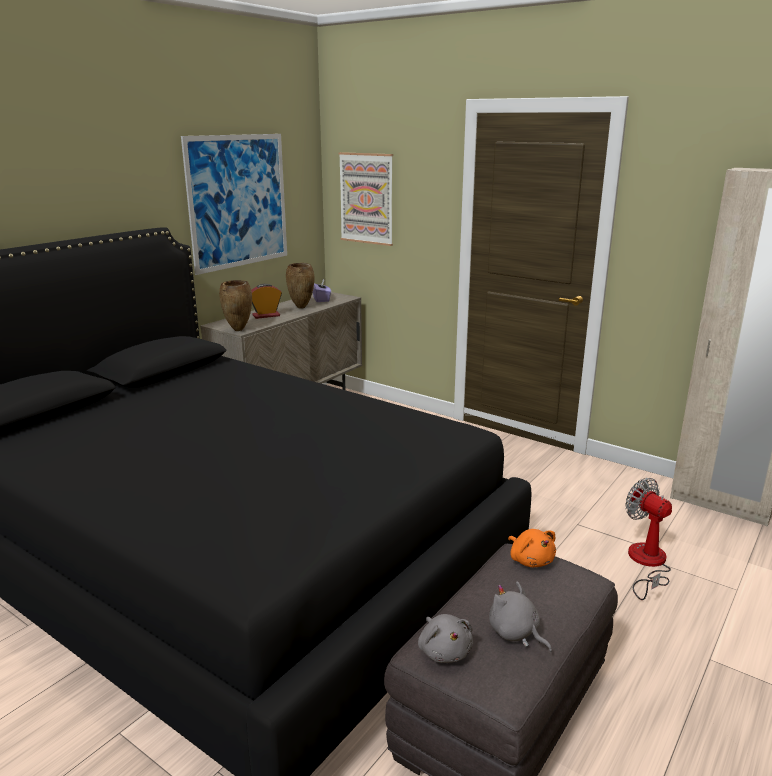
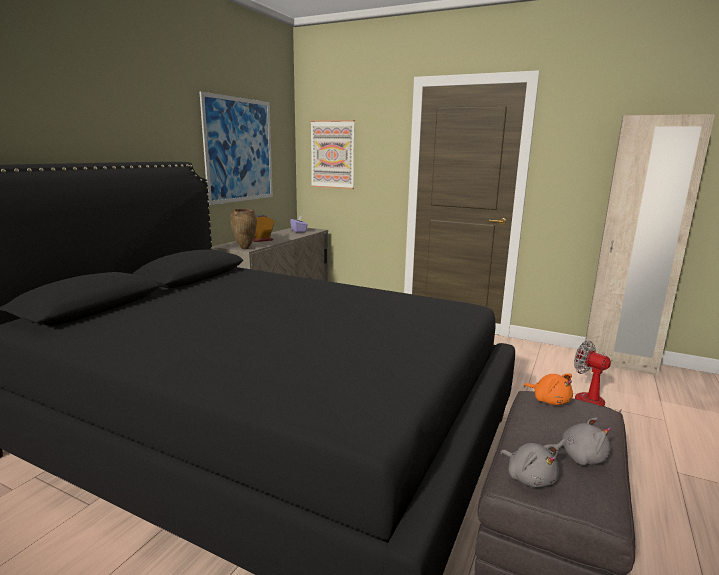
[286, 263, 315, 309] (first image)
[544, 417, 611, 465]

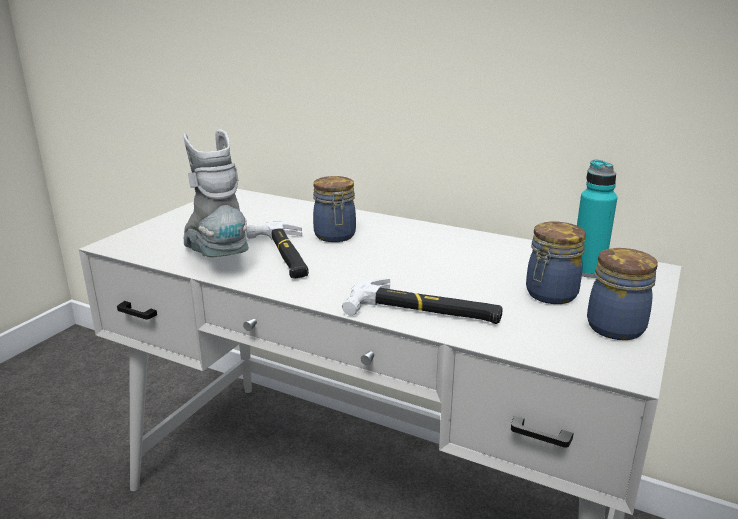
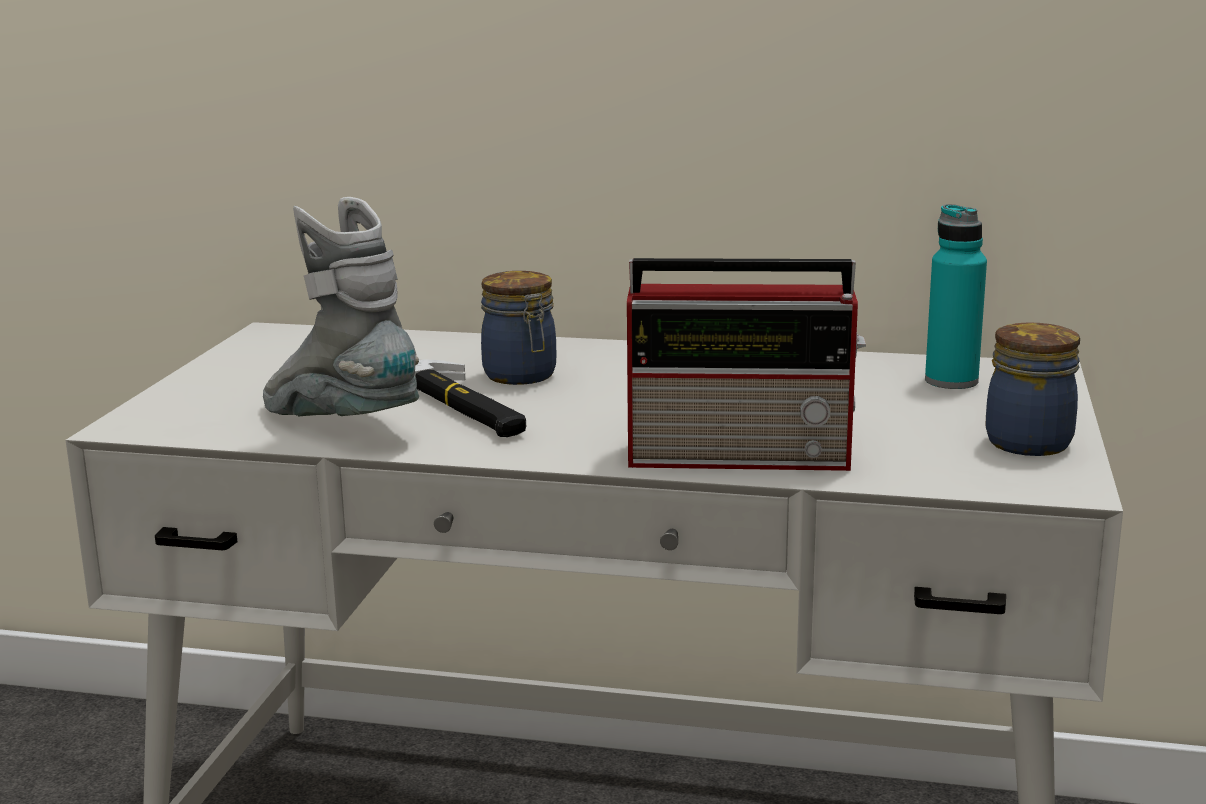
[526, 222, 586, 304] (first image)
[627, 258, 866, 471]

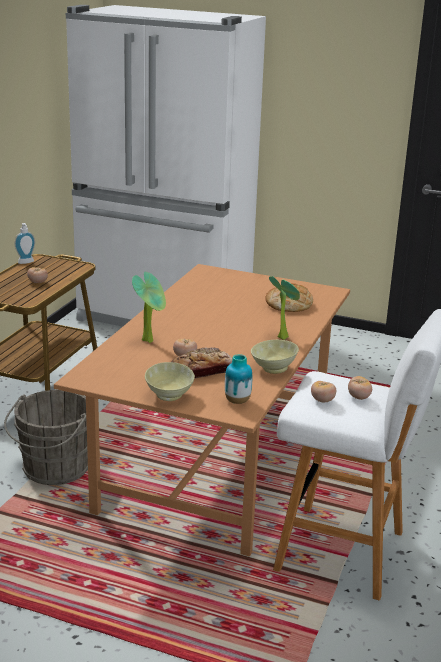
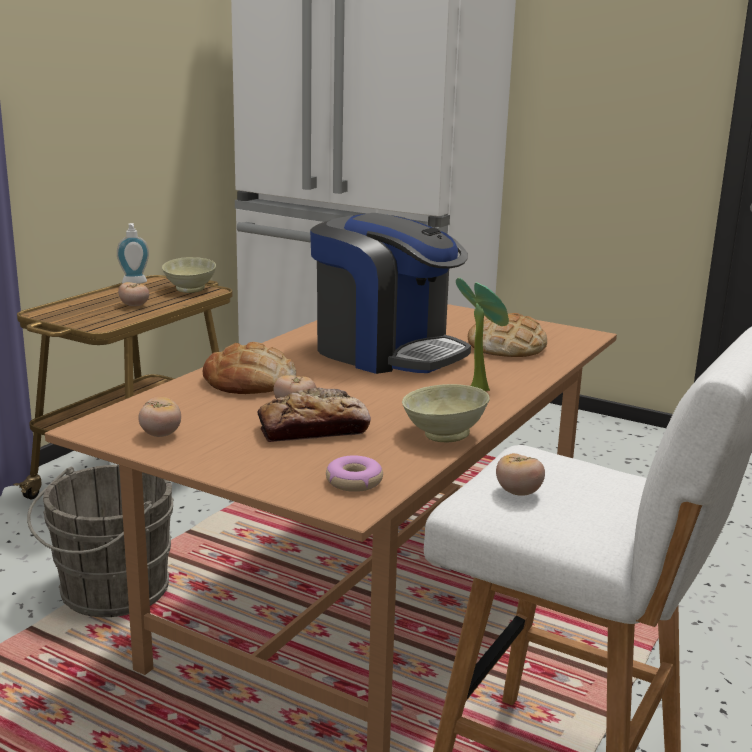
[203, 342, 296, 394]
[326, 455, 383, 492]
[162, 257, 216, 293]
[138, 397, 181, 437]
[310, 213, 471, 374]

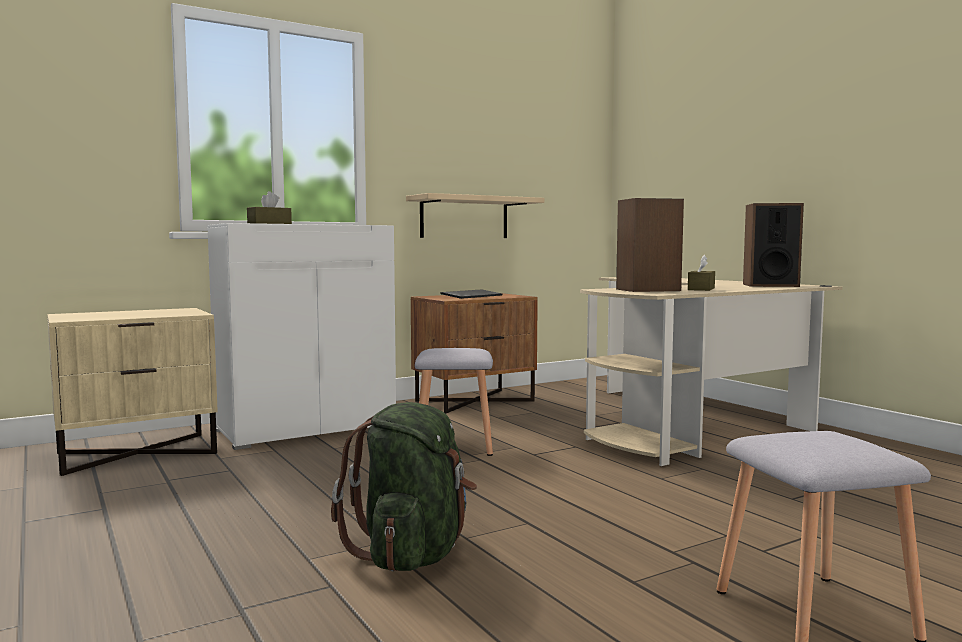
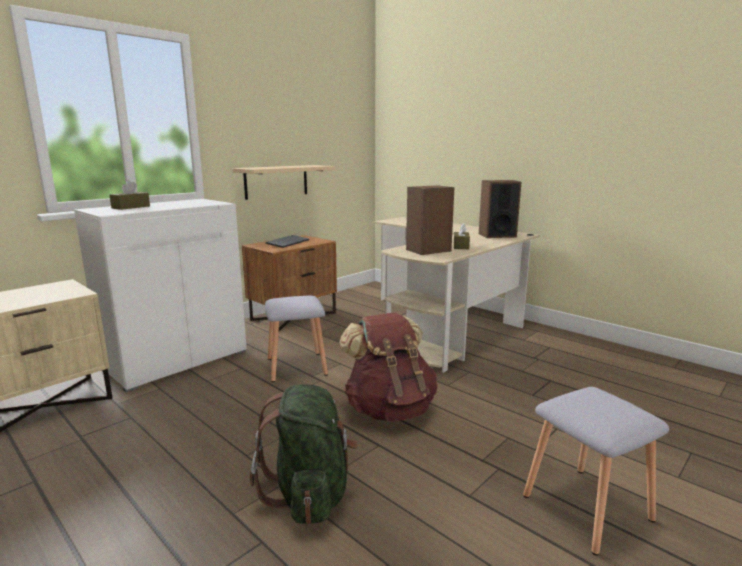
[339, 312, 438, 422]

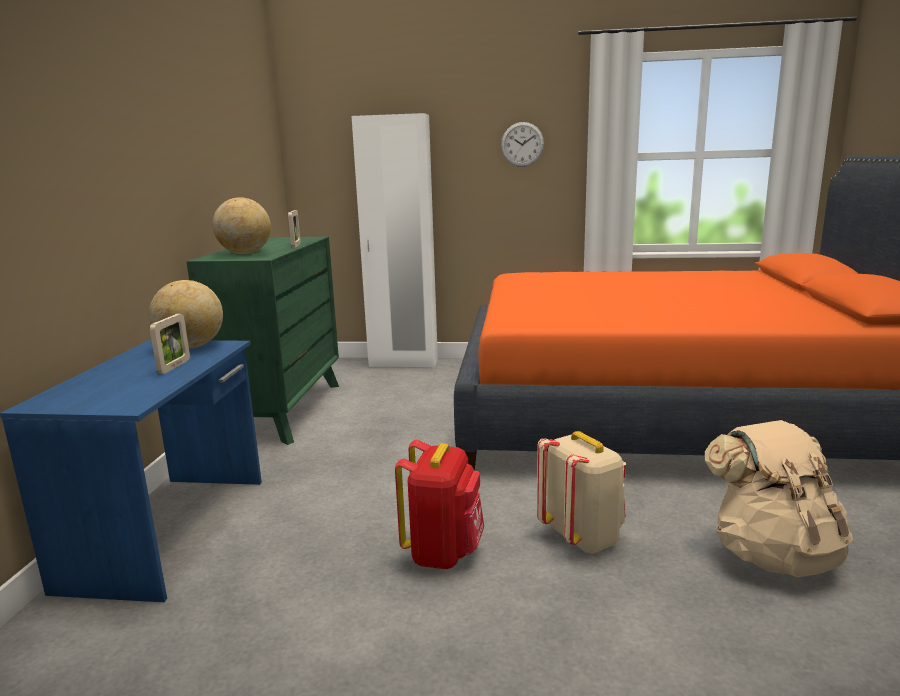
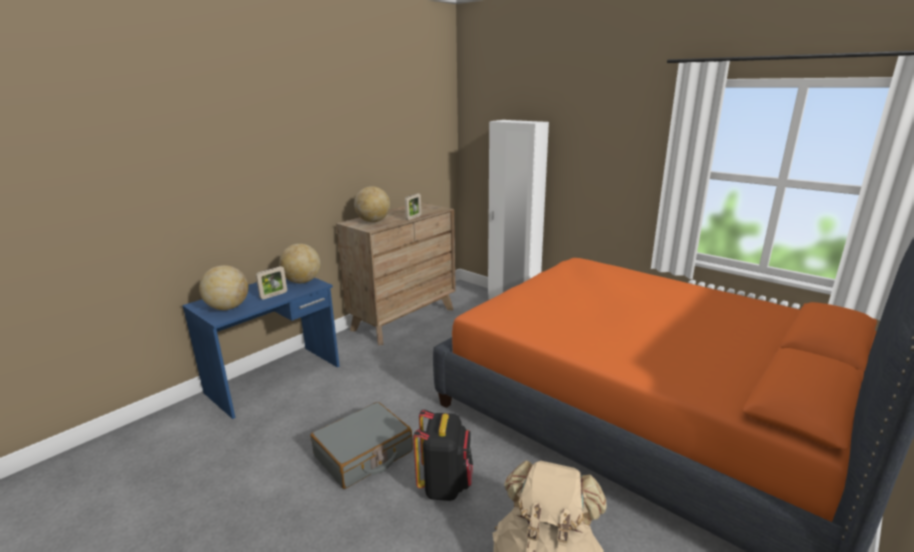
[501, 122, 544, 167] (first image)
[336, 202, 456, 345]
[413, 410, 473, 501]
[310, 402, 413, 489]
[199, 265, 248, 310]

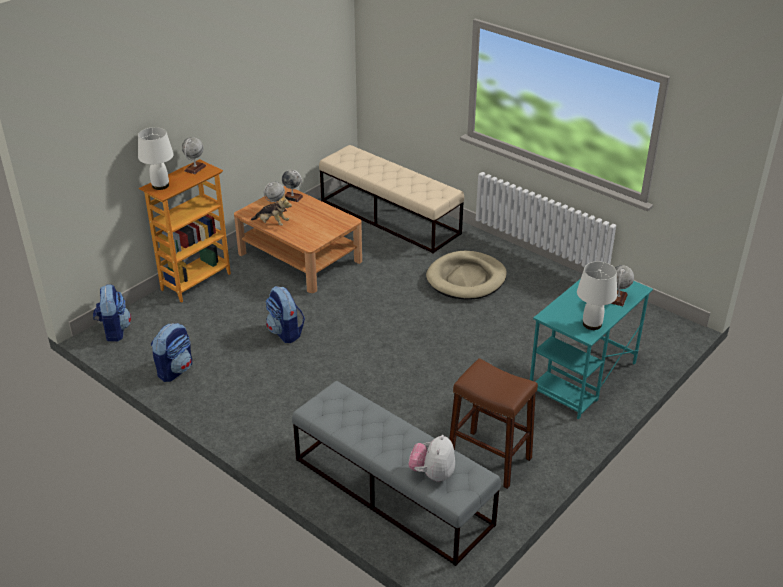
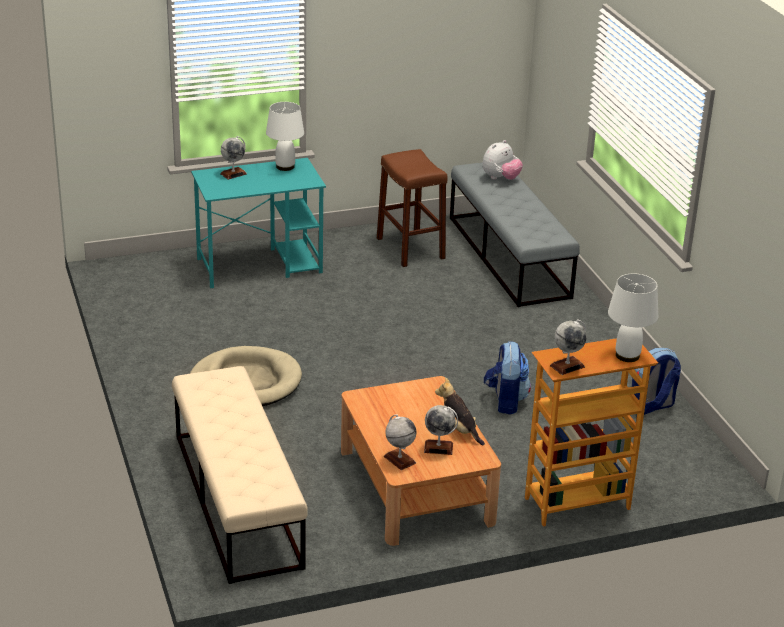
[93, 284, 131, 342] (first image)

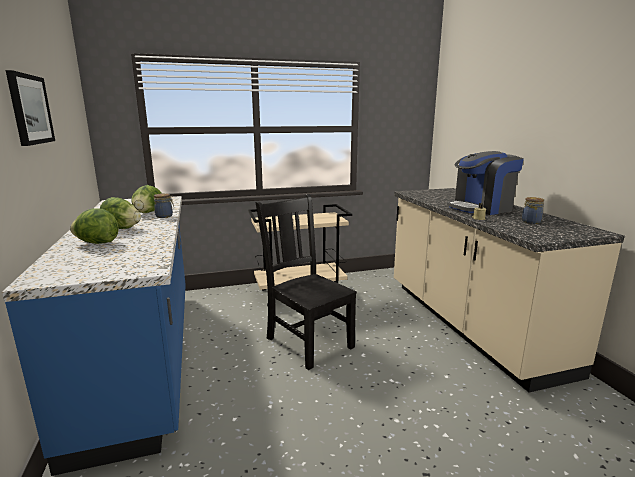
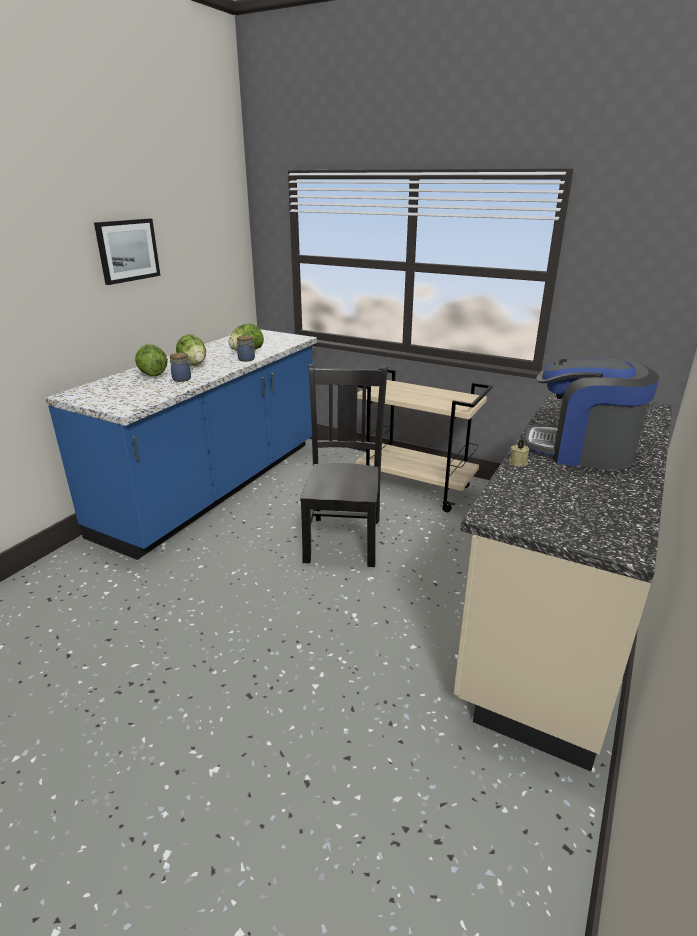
[170, 353, 193, 382]

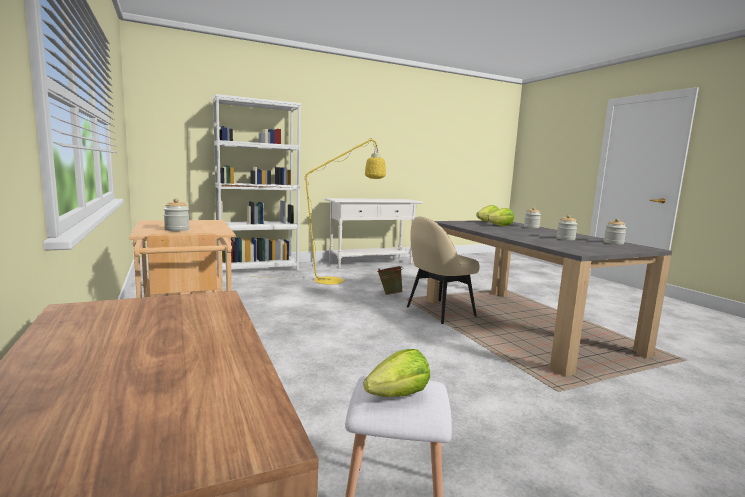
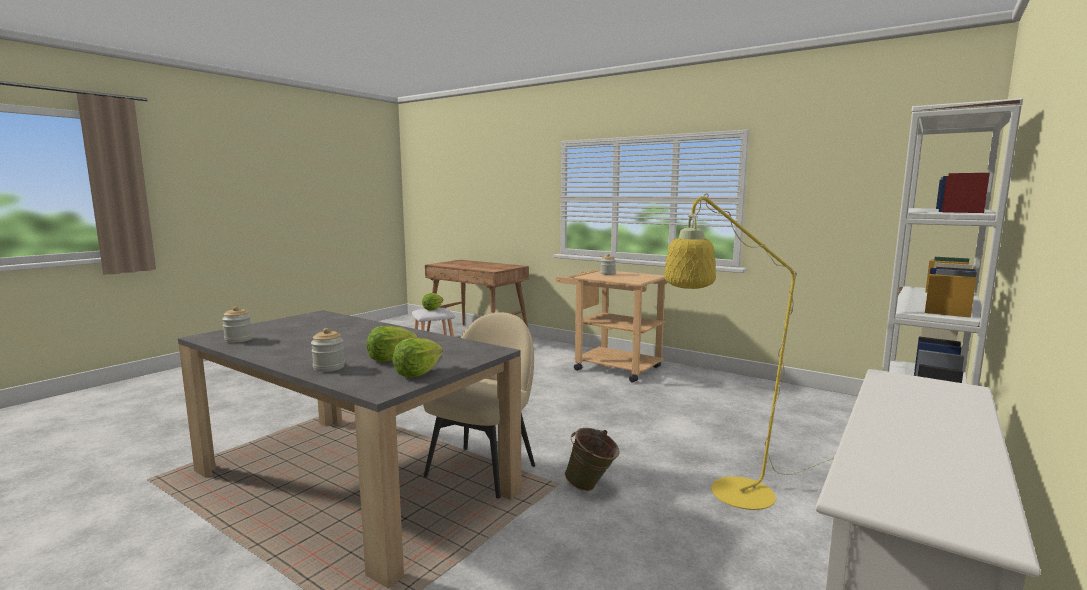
[556, 215, 577, 240] (first image)

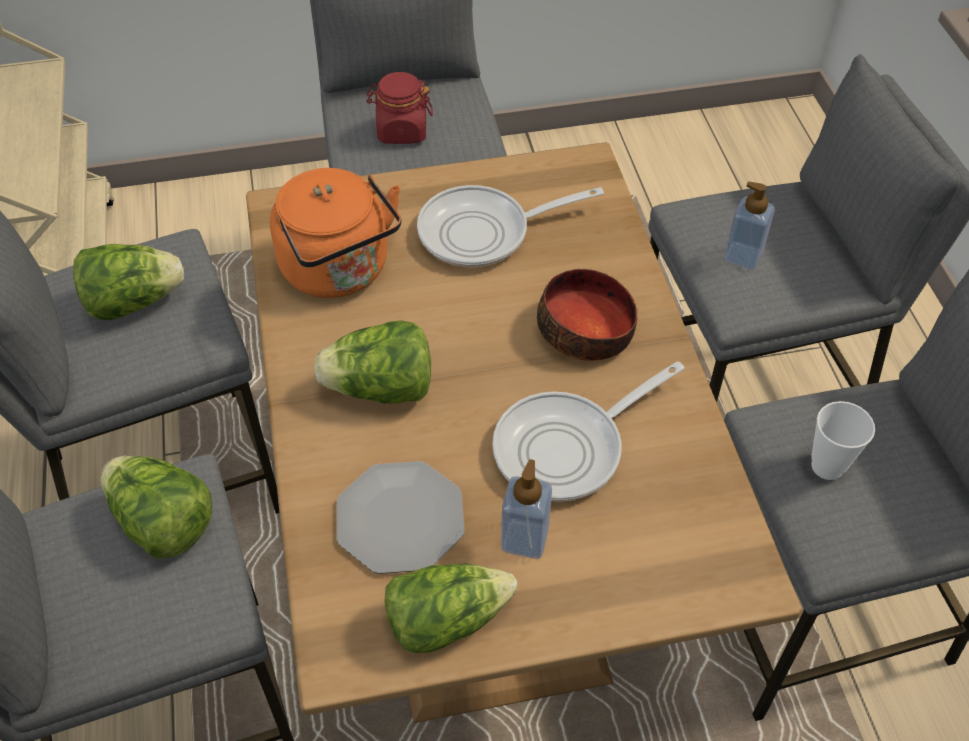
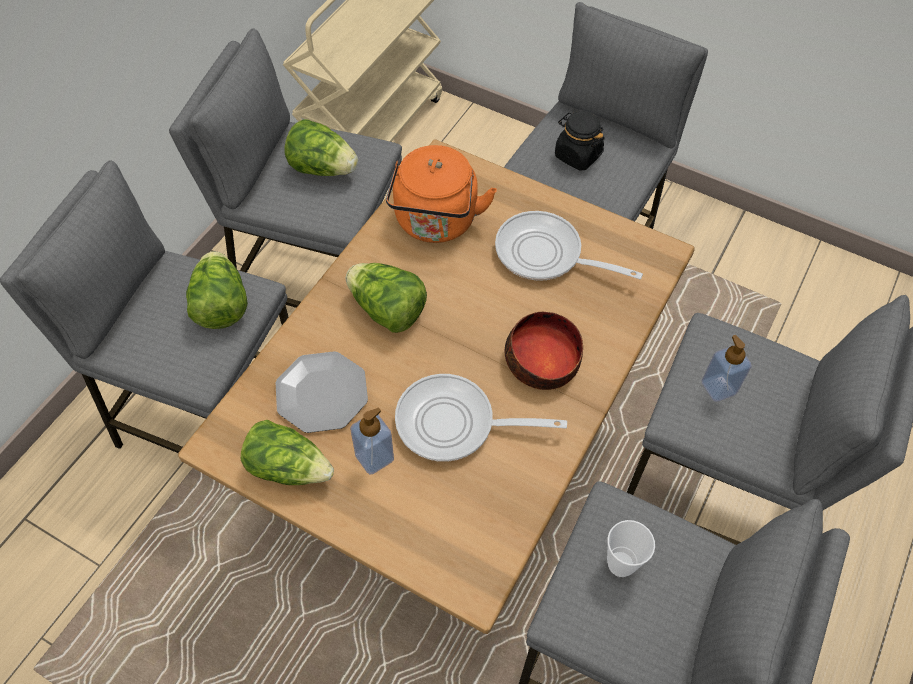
[555, 111, 605, 171]

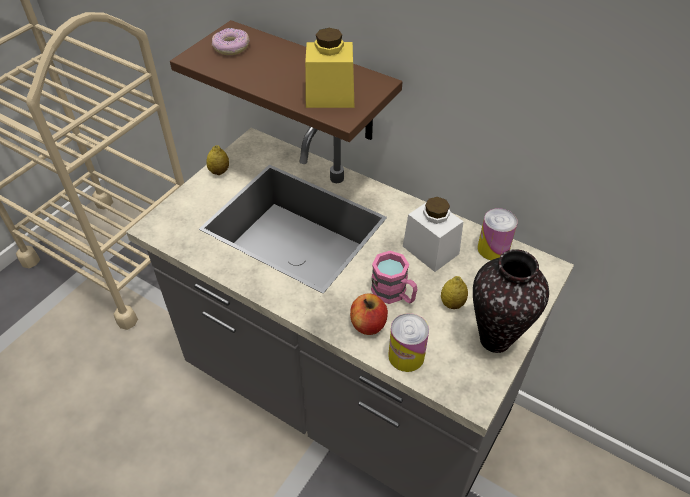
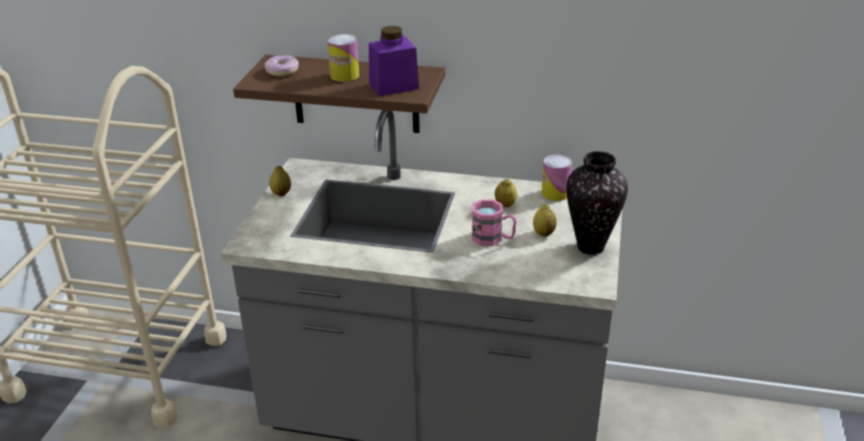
[369, 26, 419, 96]
[495, 179, 517, 207]
[350, 293, 388, 335] (first image)
[327, 34, 359, 82]

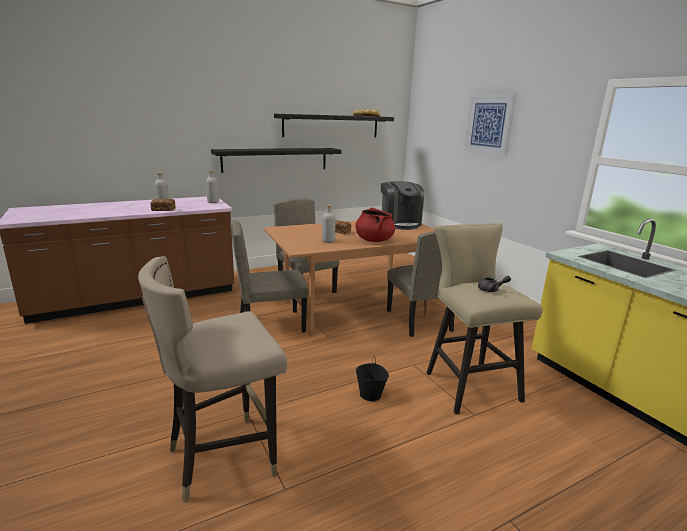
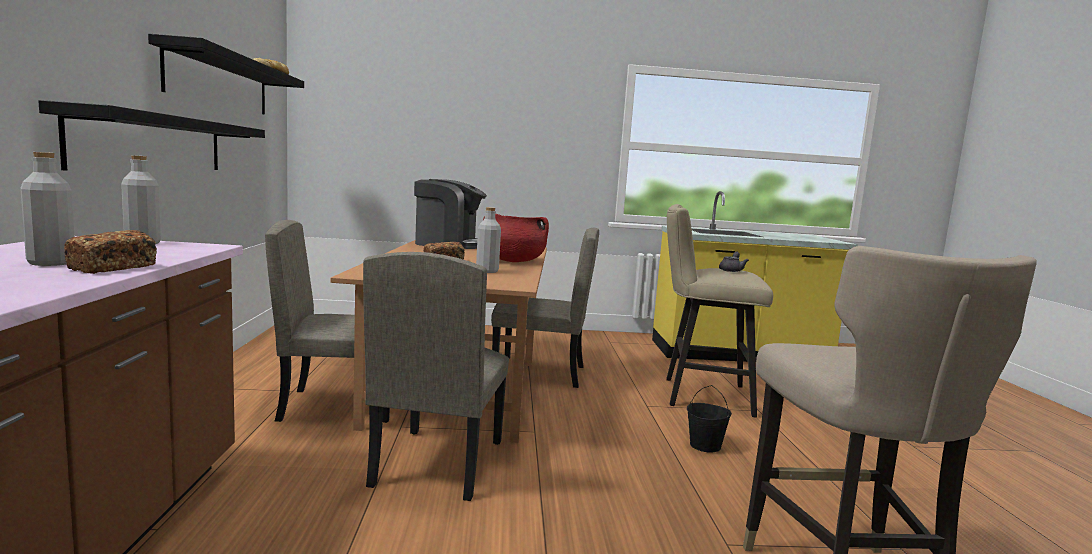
[464, 94, 516, 156] (first image)

